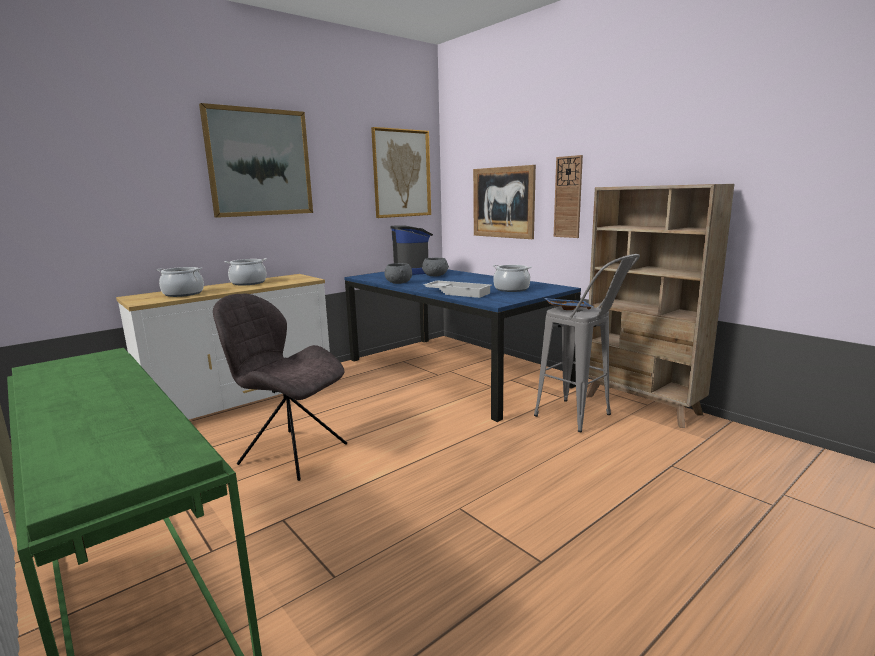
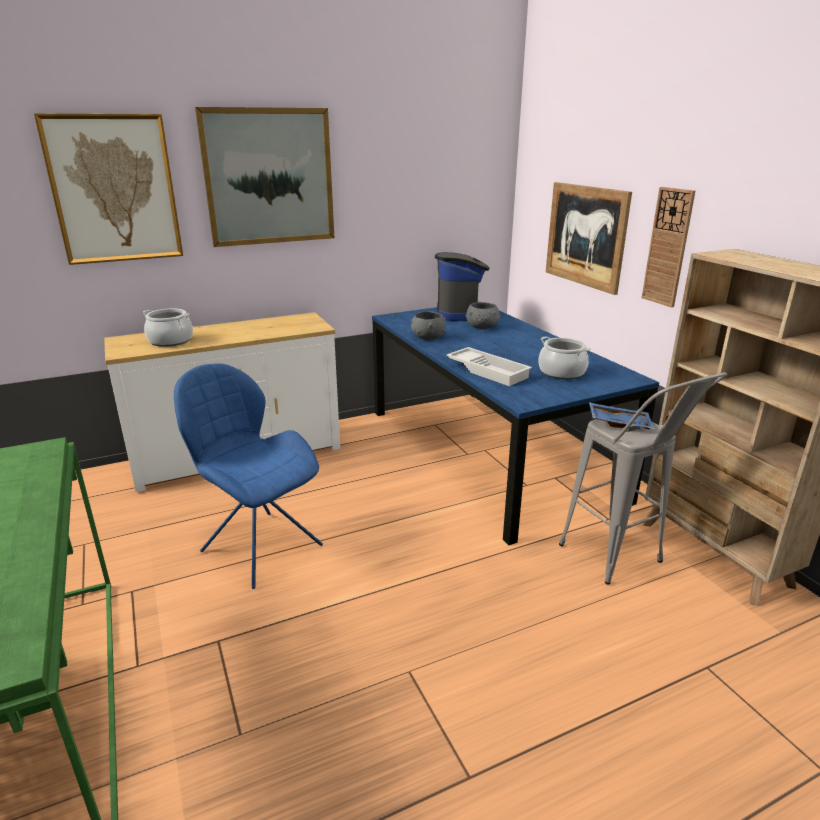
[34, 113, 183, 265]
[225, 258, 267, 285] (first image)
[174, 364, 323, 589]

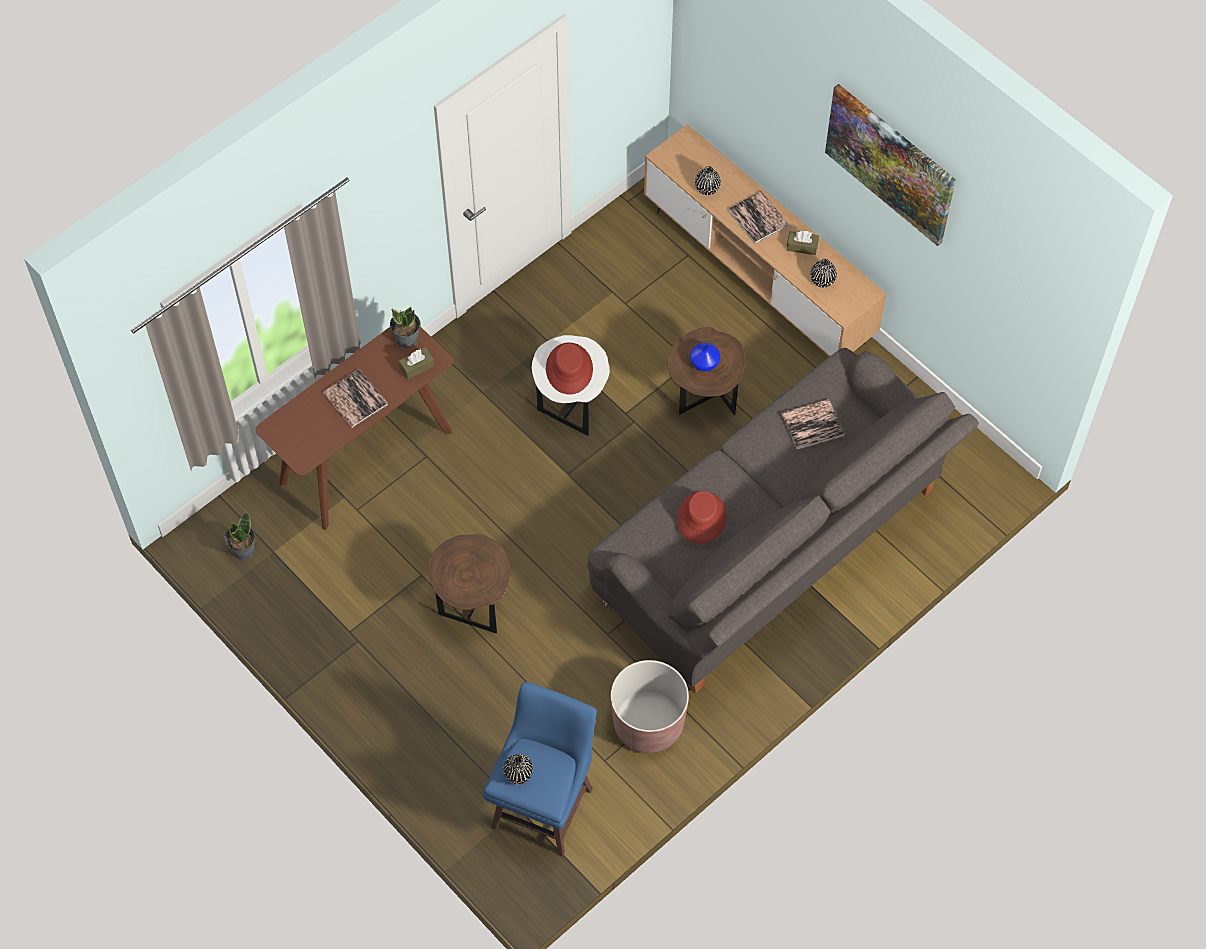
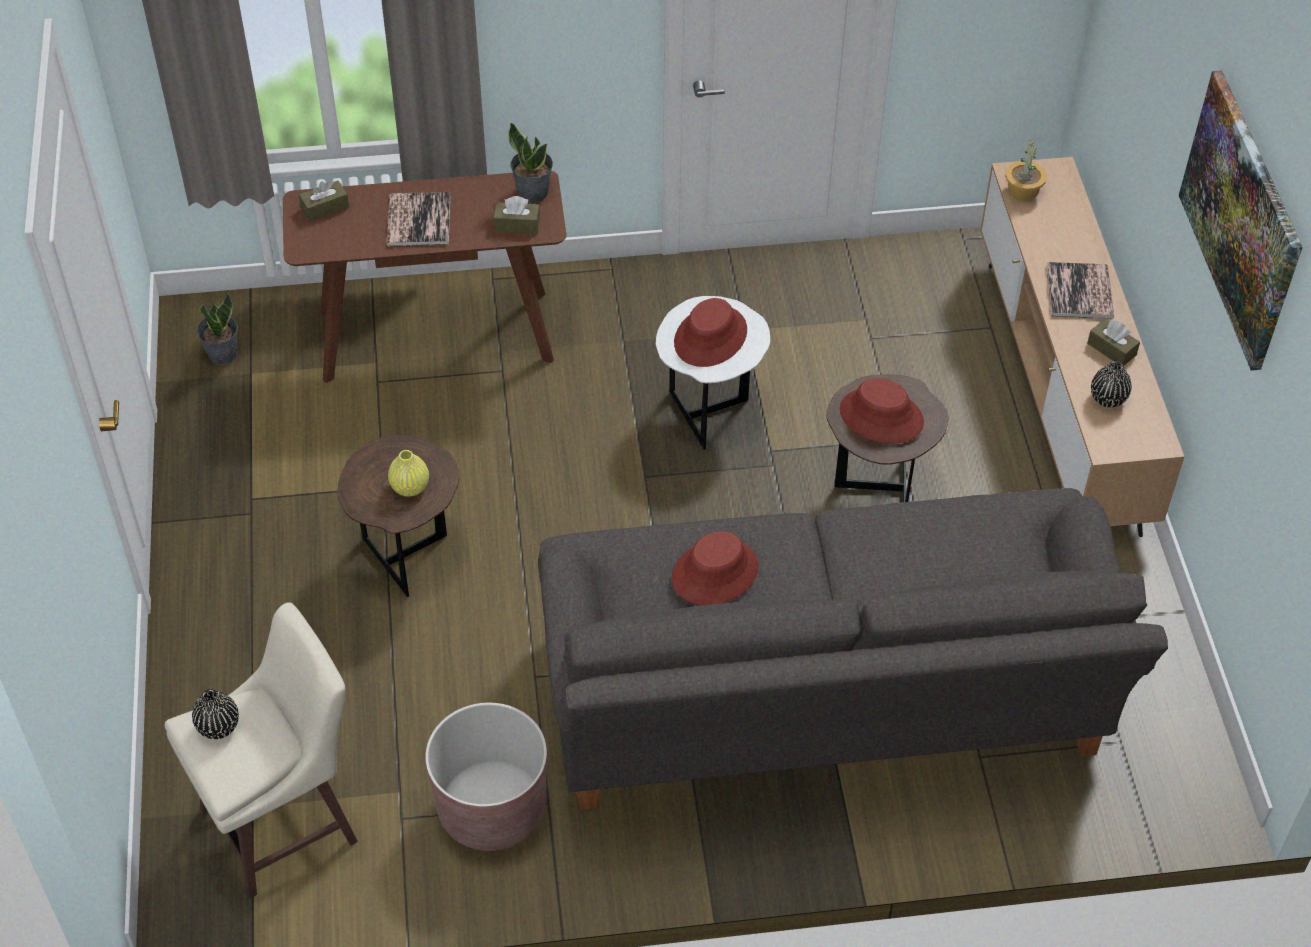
[695, 166, 721, 195] (first image)
[840, 378, 924, 443]
[781, 399, 845, 450] (first image)
[165, 602, 358, 898]
[1005, 138, 1047, 202]
[299, 181, 349, 222]
[388, 450, 429, 497]

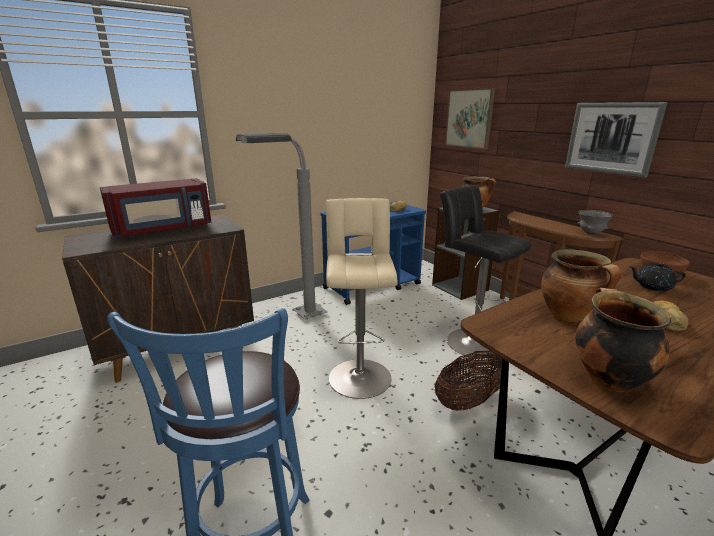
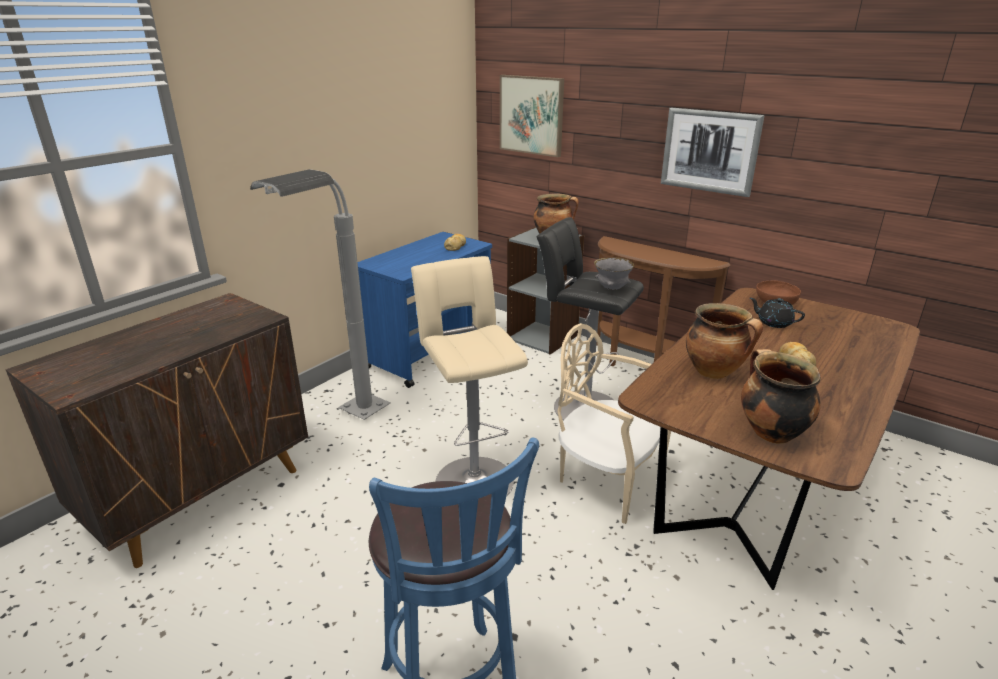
[100, 178, 212, 238] (first image)
[594, 258, 634, 290]
[750, 298, 805, 328]
[557, 323, 671, 524]

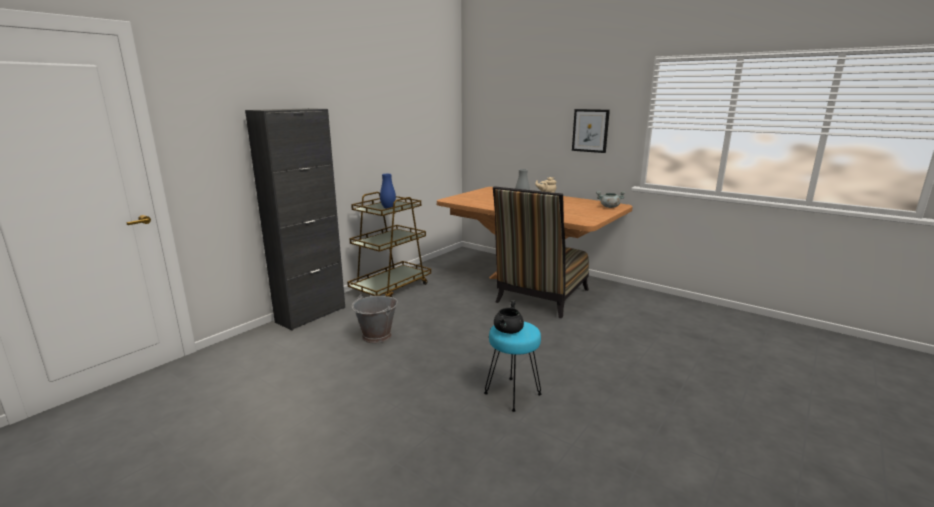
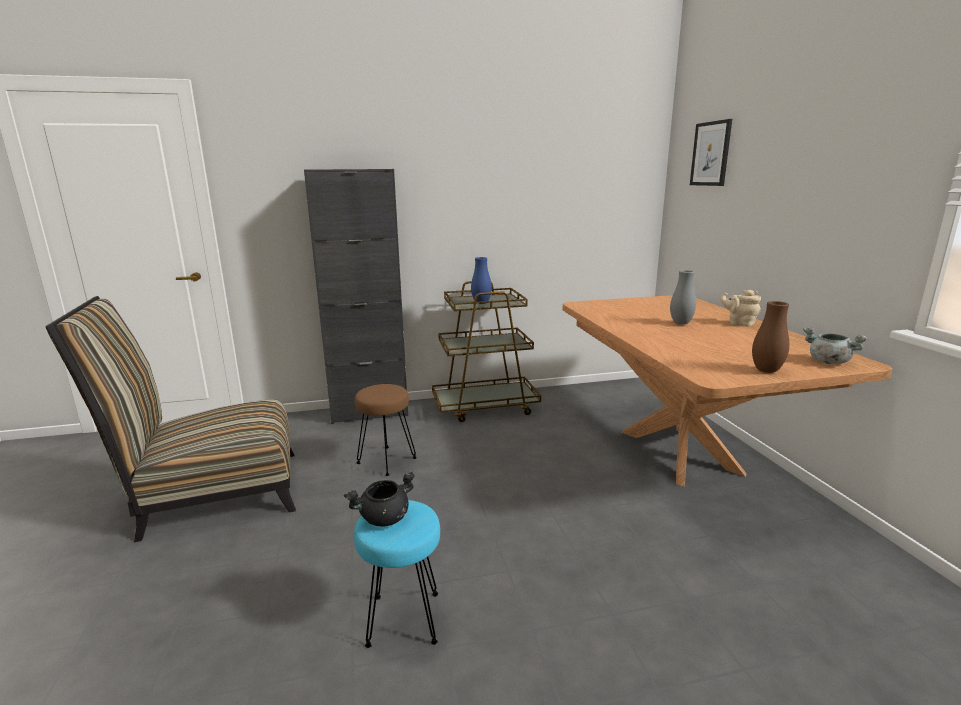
[690, 119, 732, 186]
[46, 296, 296, 542]
[355, 384, 417, 476]
[752, 301, 789, 373]

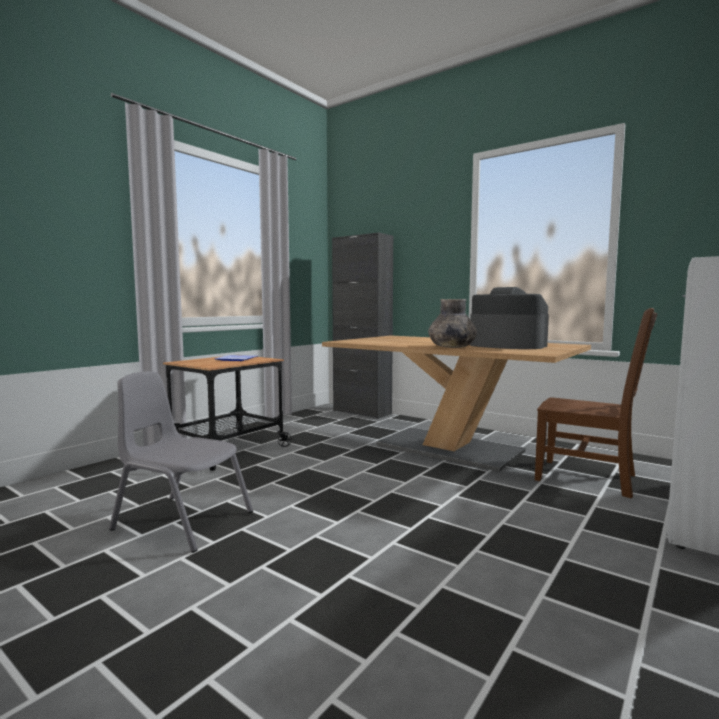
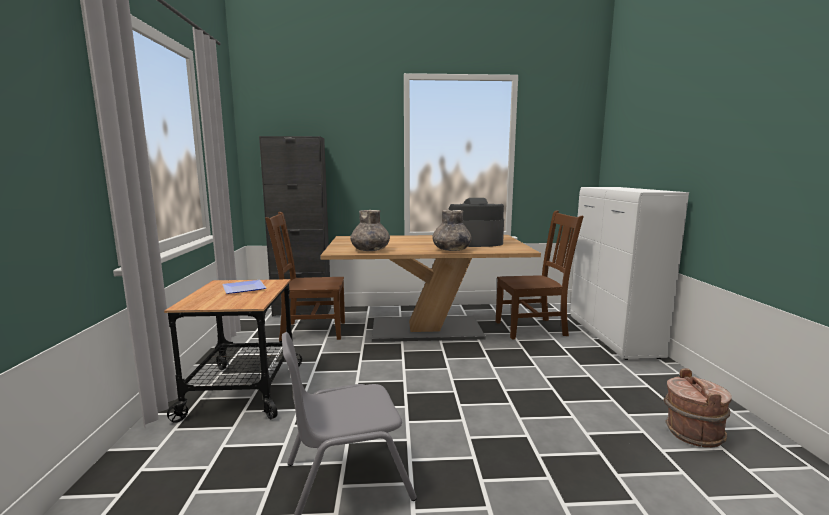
[350, 210, 390, 251]
[265, 212, 345, 341]
[663, 368, 732, 448]

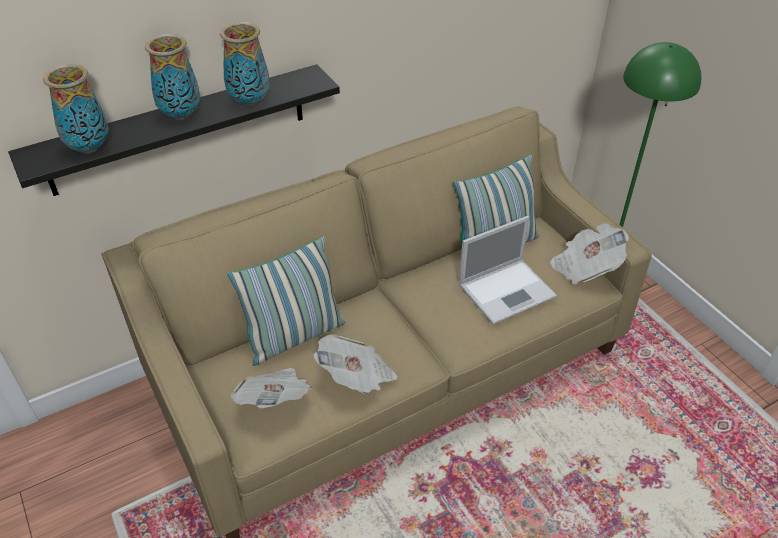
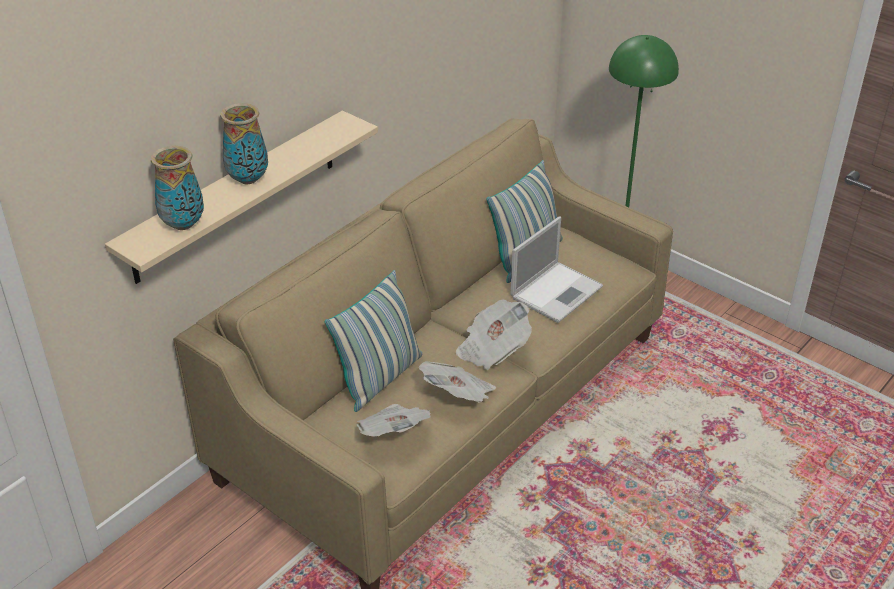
[220, 22, 270, 107] (first image)
[105, 111, 378, 284]
[456, 299, 532, 370]

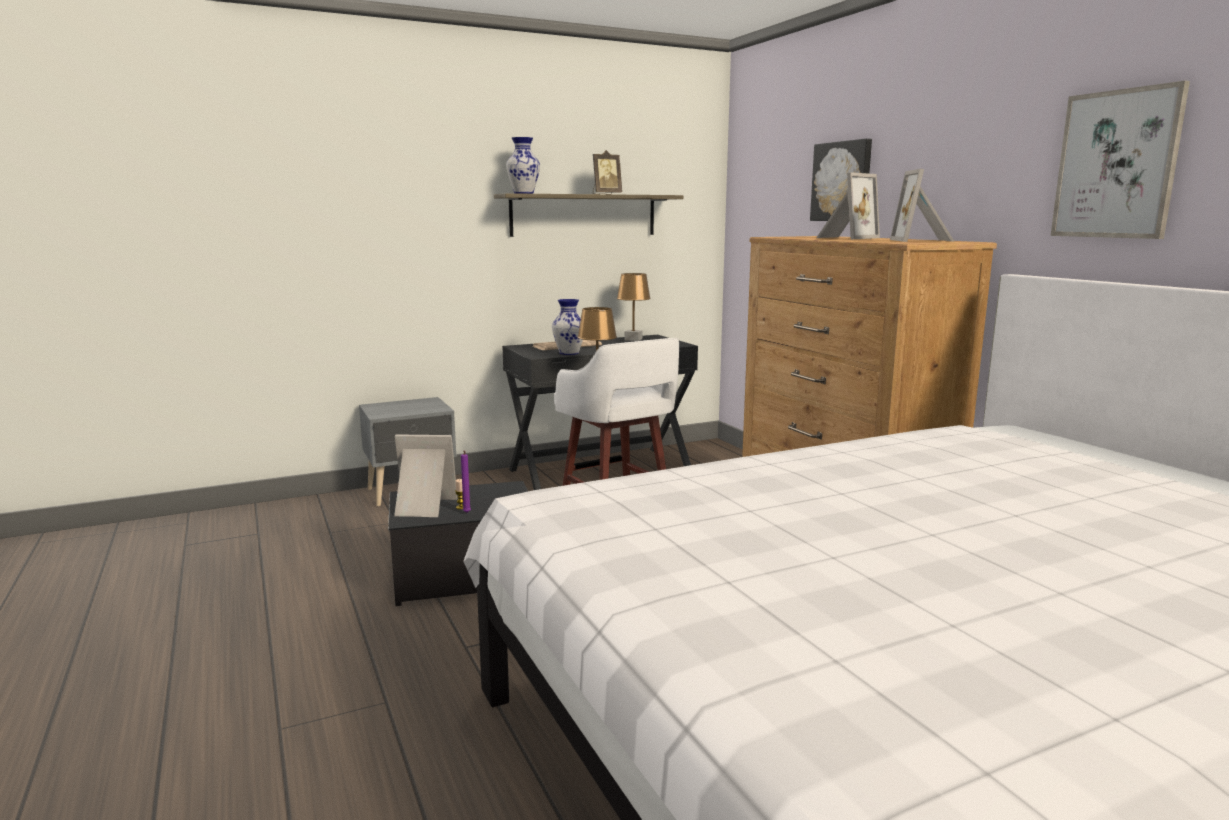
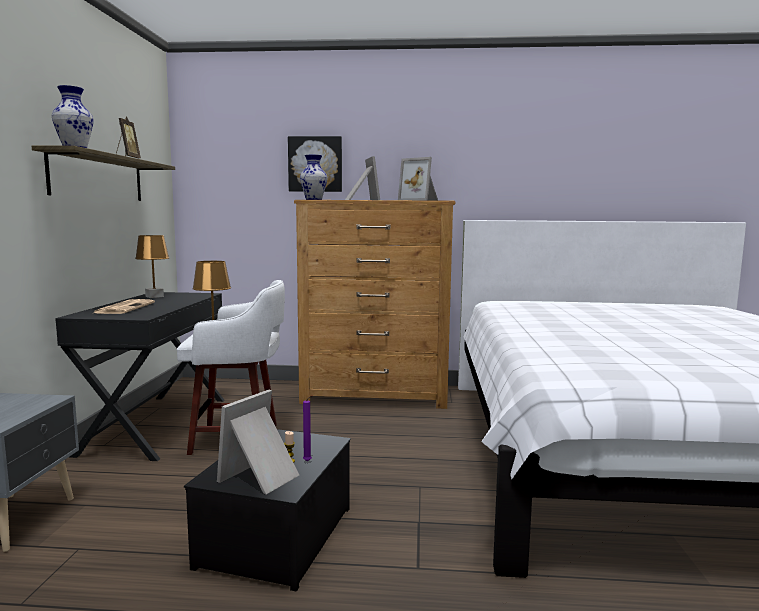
[1051, 81, 1190, 239] (first image)
[300, 155, 328, 200]

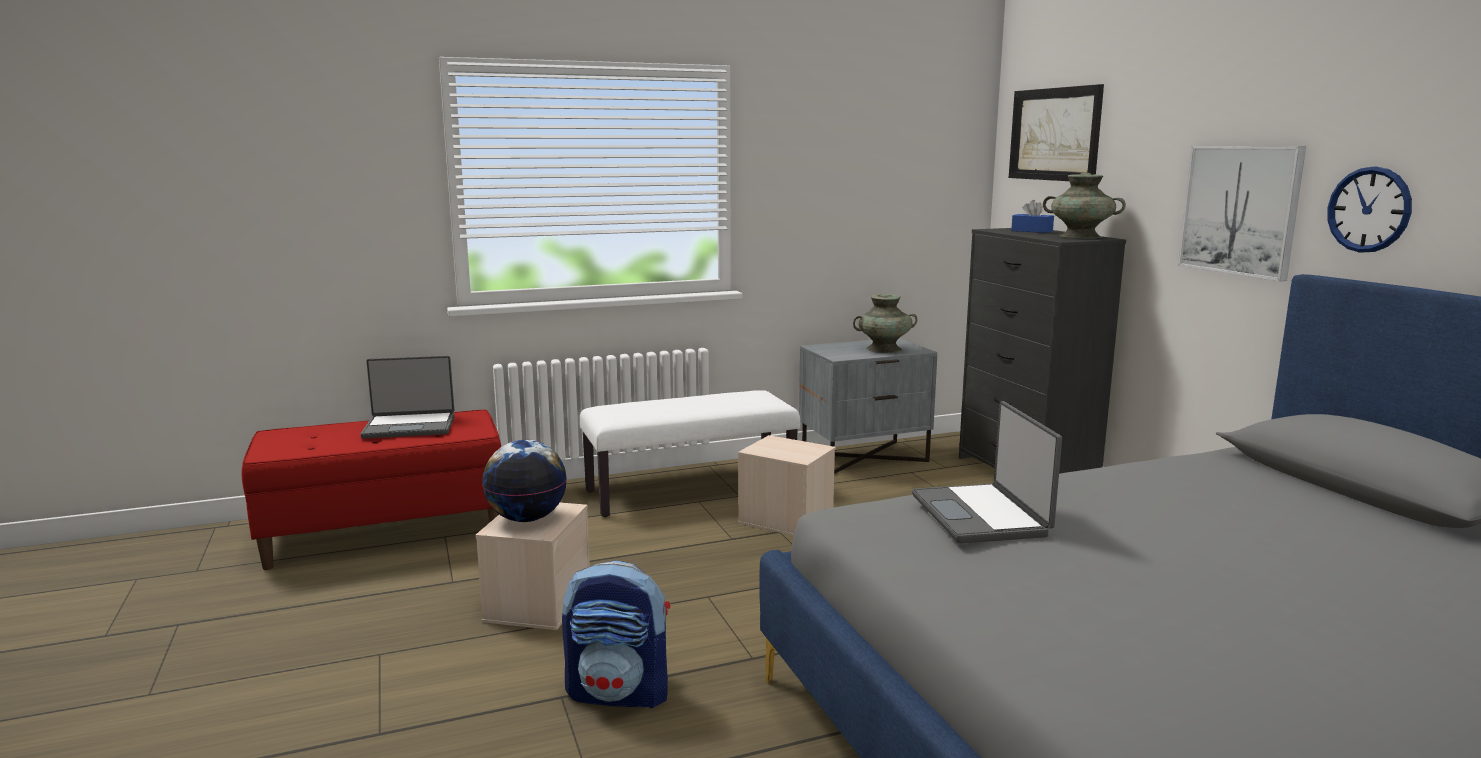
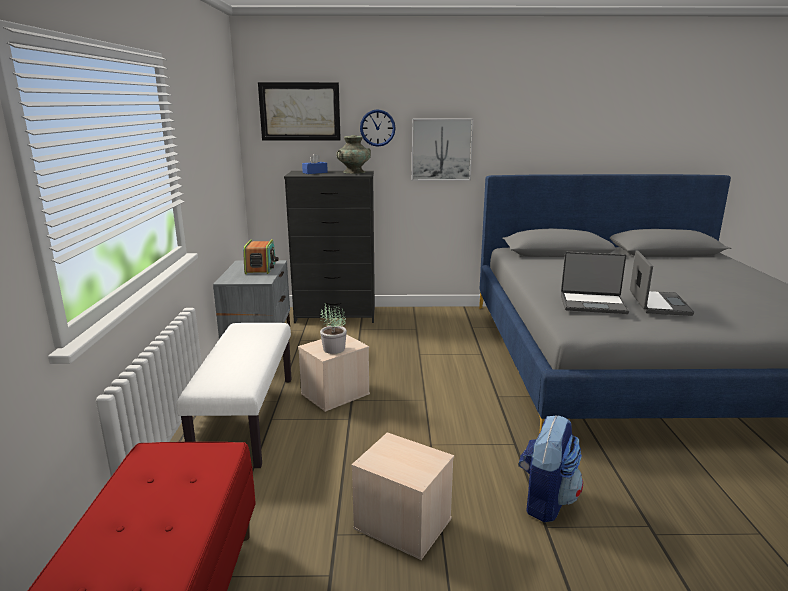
[360, 109, 396, 147]
[243, 239, 278, 274]
[630, 250, 694, 316]
[482, 440, 567, 522] (first image)
[320, 303, 347, 354]

